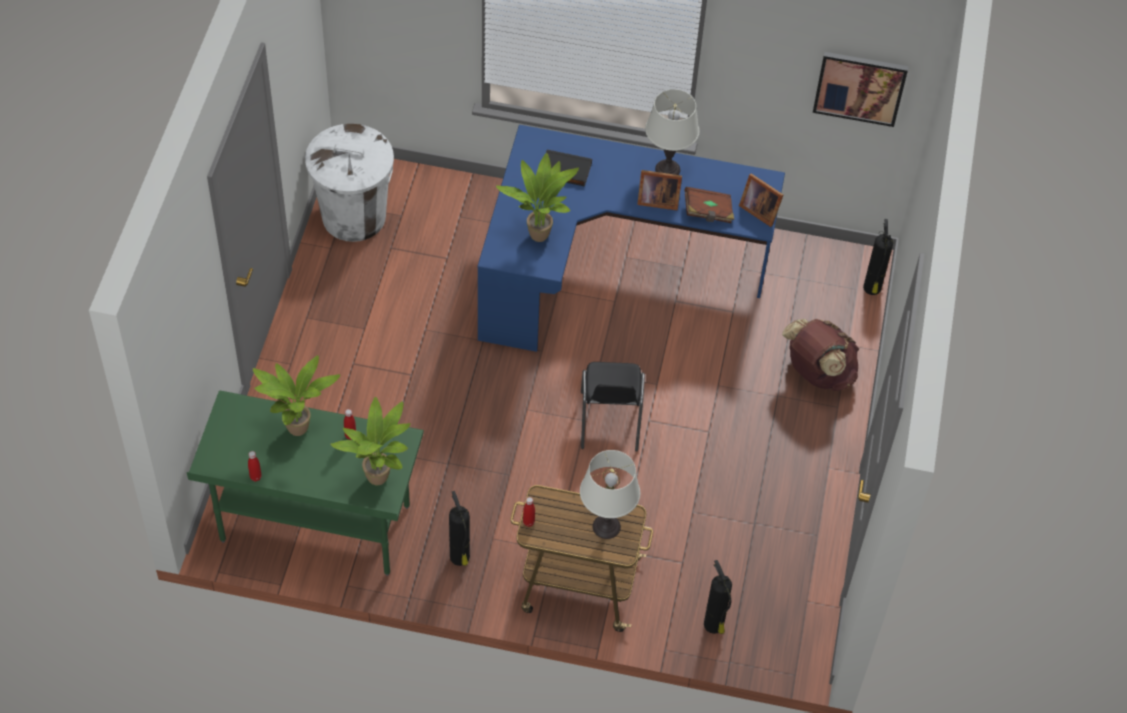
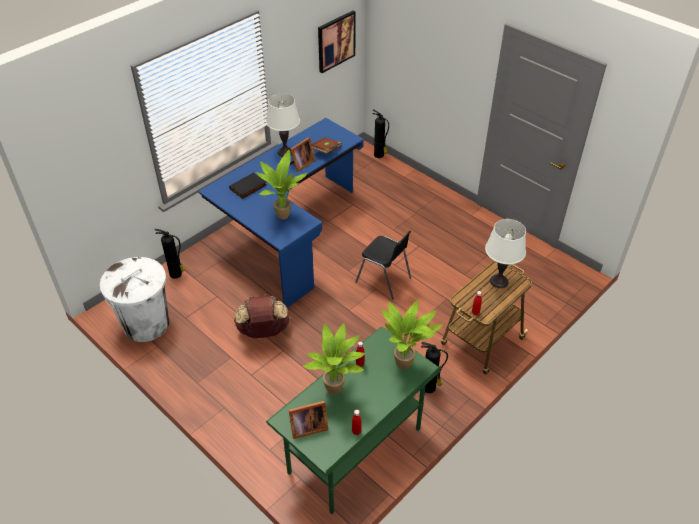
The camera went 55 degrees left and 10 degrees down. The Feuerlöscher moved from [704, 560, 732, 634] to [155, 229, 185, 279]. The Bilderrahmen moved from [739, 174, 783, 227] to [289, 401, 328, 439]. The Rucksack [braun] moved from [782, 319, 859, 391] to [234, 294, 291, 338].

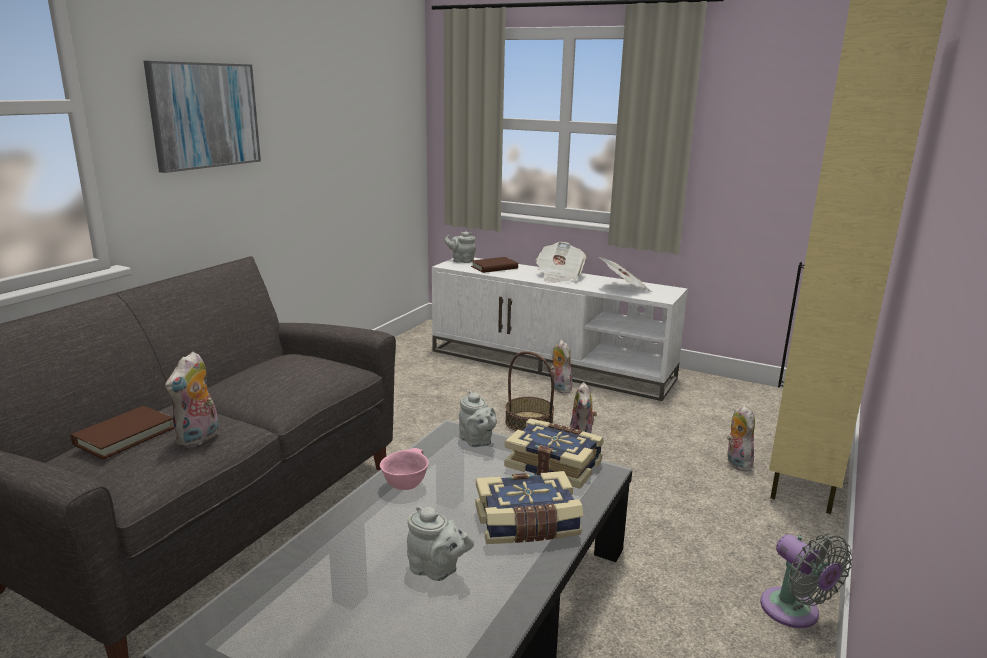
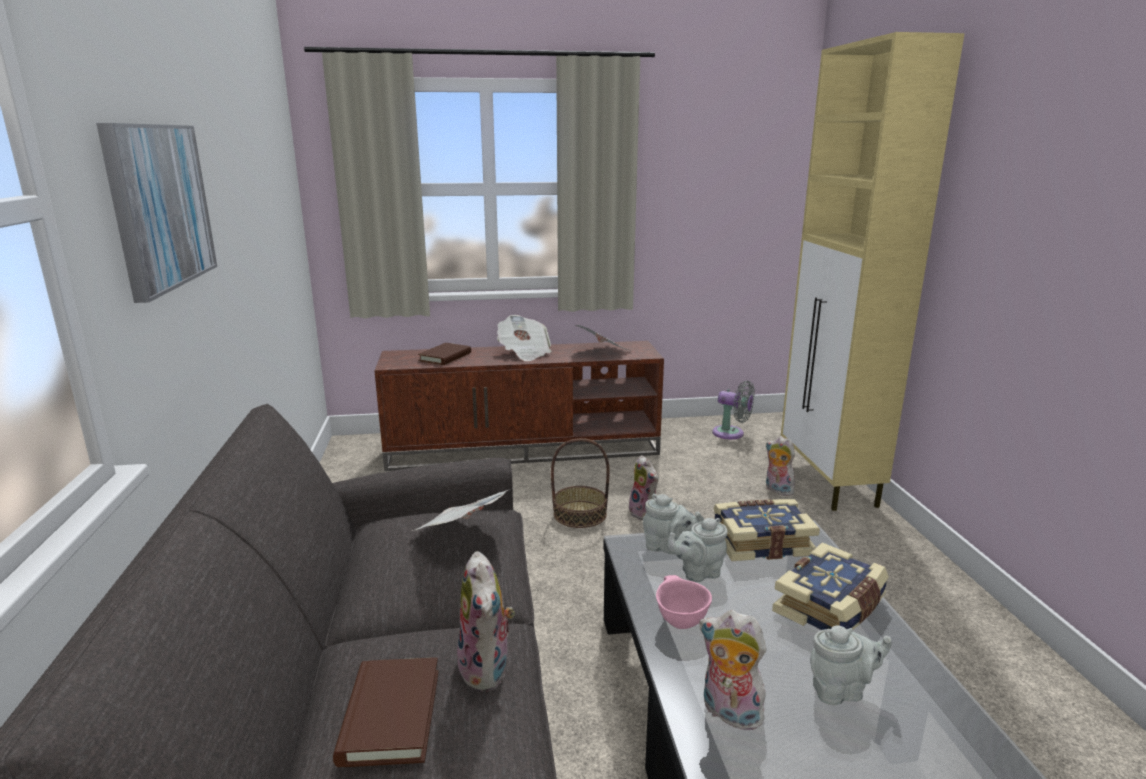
The camera went 35 degrees left and 0 degrees up. The Zeitung at [412, 488, 513, 531] appeared. The Teekanne [grau] moved from [445, 232, 476, 263] to [668, 518, 728, 582]. The Plüschtier moved from [550, 340, 572, 394] to [699, 610, 769, 730]. The Ventilator [grau] moved from [760, 534, 853, 628] to [712, 381, 755, 439]. The Fernsehschrank [weiß] at [432, 258, 688, 401] became the Fernsehschrank [braun] at [374, 341, 664, 471].

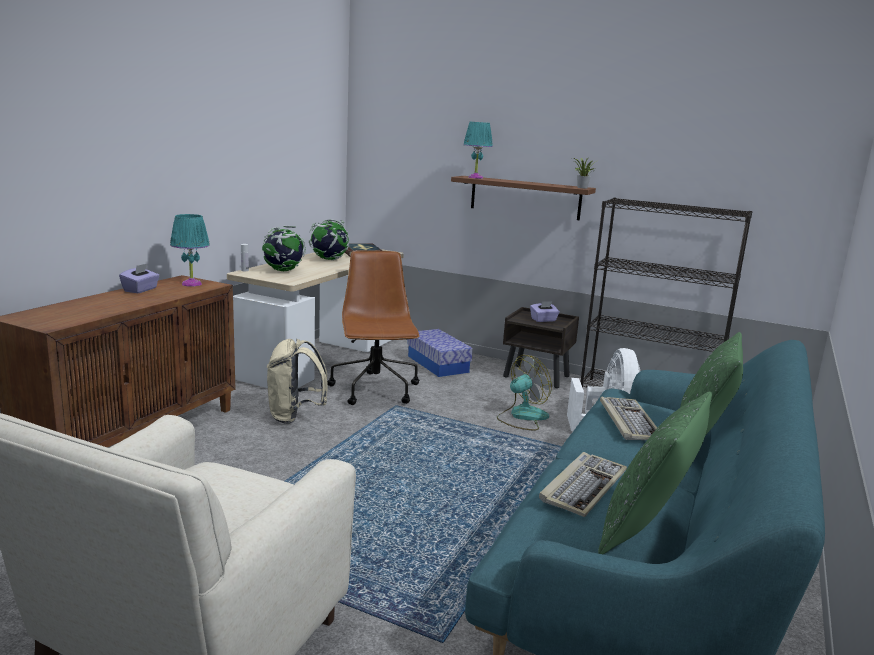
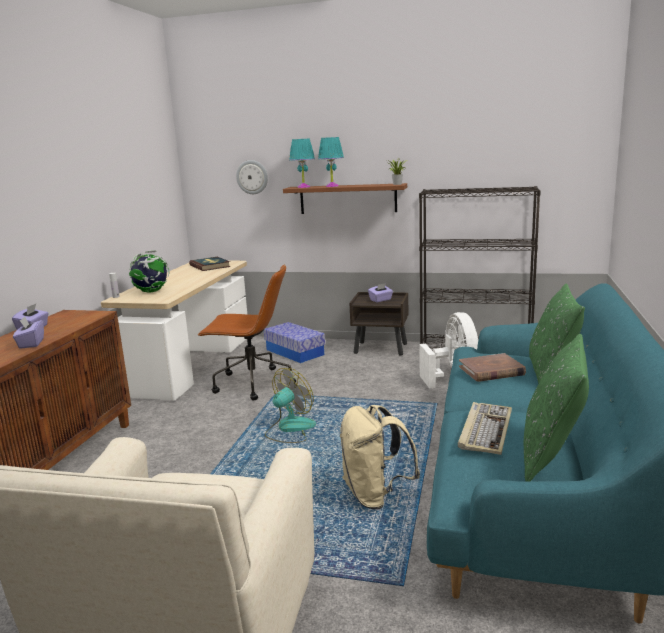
The camera went 10 degrees left and 0 degrees up. The Globus at [308, 219, 349, 260] disappeared. The Taschentuchbox [lila] at [13, 316, 44, 349] appeared. The Wanduhr at [236, 160, 268, 194] appeared. The Tischlampe [türkis] moved from [170, 214, 210, 286] to [318, 137, 344, 187]. The Rucksack [beige] moved from [267, 339, 328, 424] to [340, 405, 420, 509]. The Ventilator moved from [497, 355, 552, 430] to [265, 368, 316, 443]. The Tastatur at [600, 397, 657, 440] was replaced by the Buch [braun] at [459, 353, 526, 382]. The Bürostuhl [braun] at [327, 250, 420, 405] turned 120 degrees clockwise.

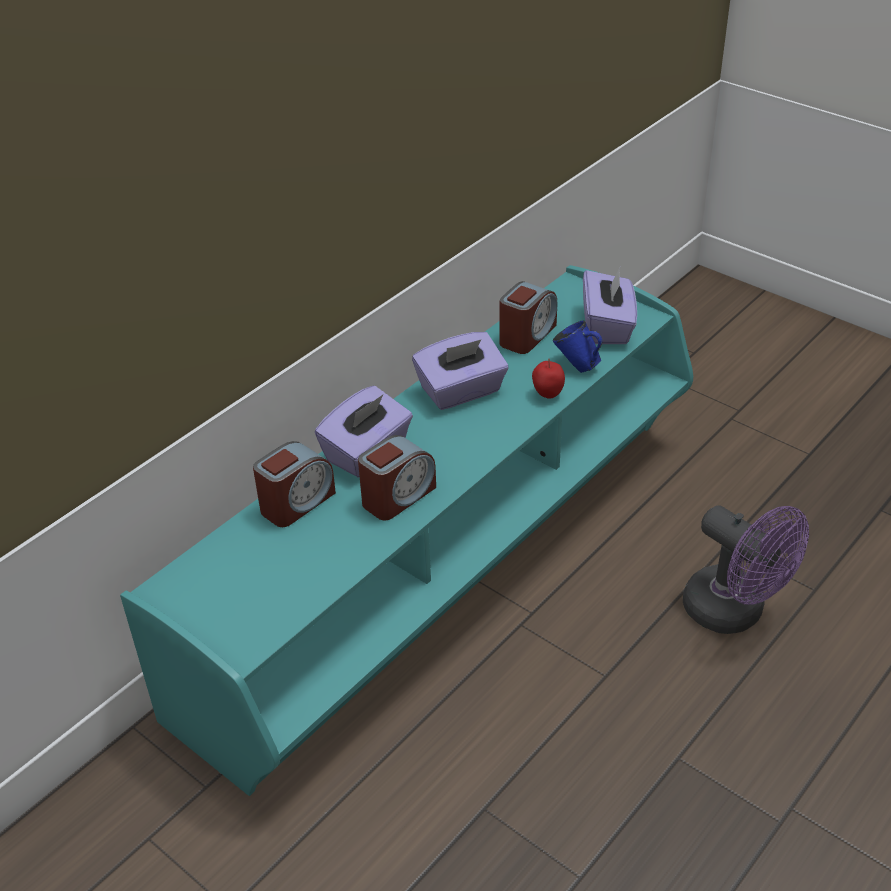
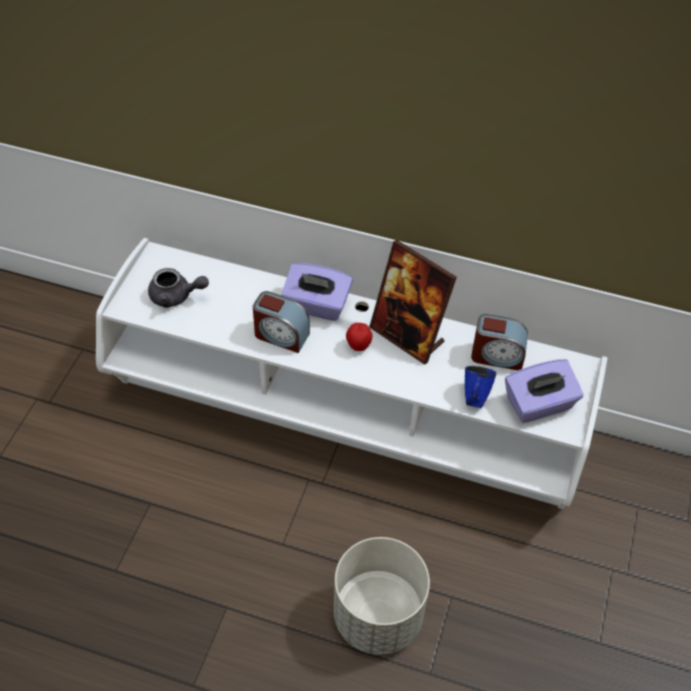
The camera went 65 degrees right and 10 degrees up. The Wecker at [253, 441, 336, 527] disappeared. The Teekanne [grau] at [148, 268, 209, 308] appeared. The Apfel moved from [532, 359, 565, 399] to [346, 323, 372, 351]. The Taschentuchbox [lila] at [412, 332, 508, 410] was replaced by the Bilderrahmen at [369, 240, 457, 365]. The Ventilator [lila] at [683, 505, 809, 634] was replaced by the Pflanzkübel [grau] at [334, 537, 430, 655]. The Fernsehschrank [türkis] at [120, 265, 693, 796] became the Fernsehschrank [weiß] at [96, 238, 608, 509].

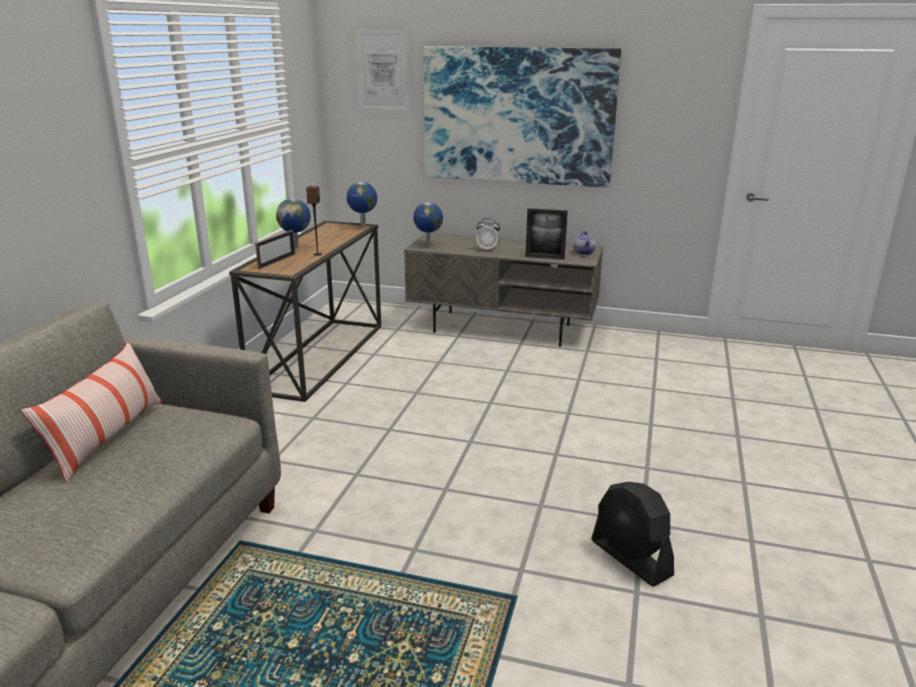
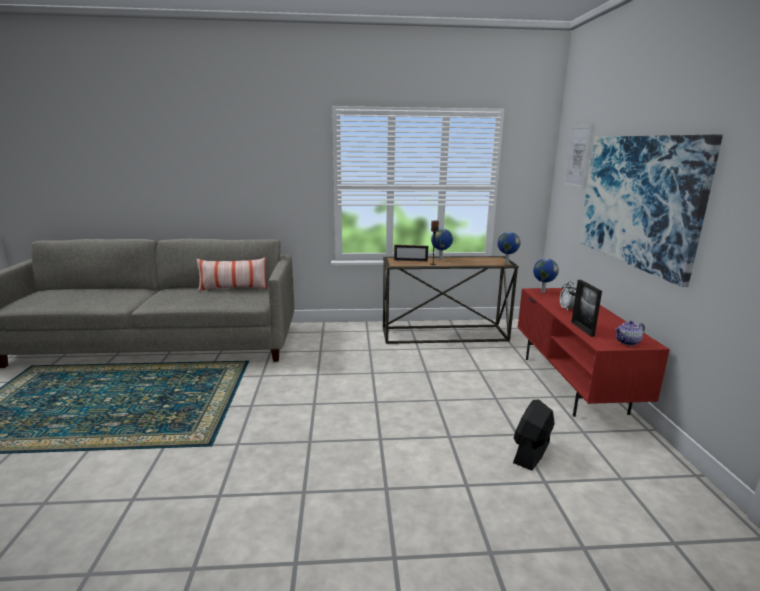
The camera went 70 degrees right and 5 degrees down. The Ventilator [schwarz] moved from [591, 482, 674, 587] to [513, 400, 555, 471]. The Fernsehschrank [grau] at [404, 233, 603, 347] became the Fernsehschrank [rot] at [518, 288, 670, 417].

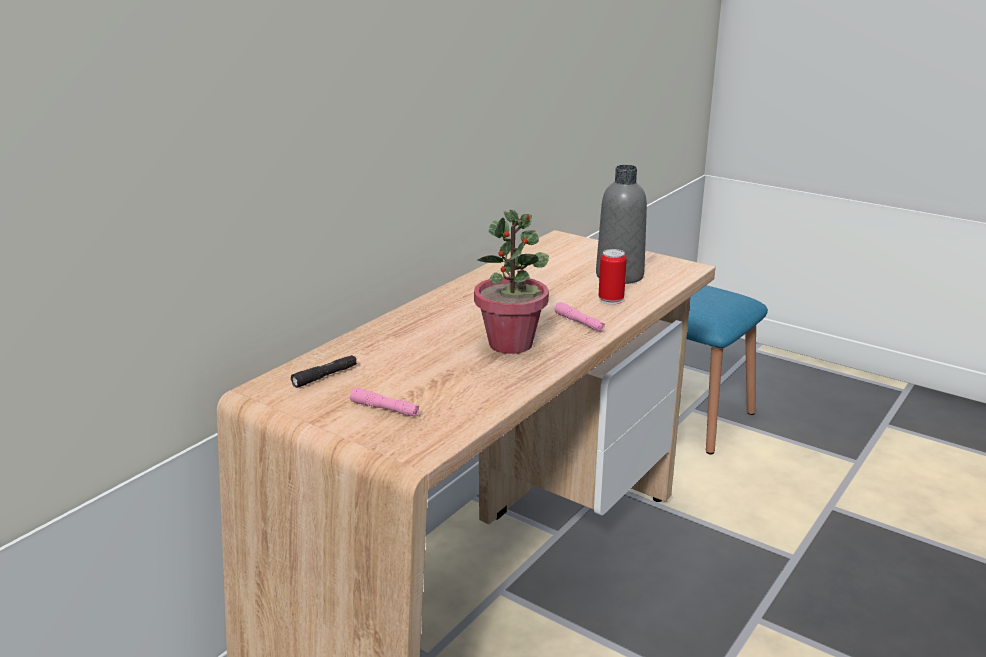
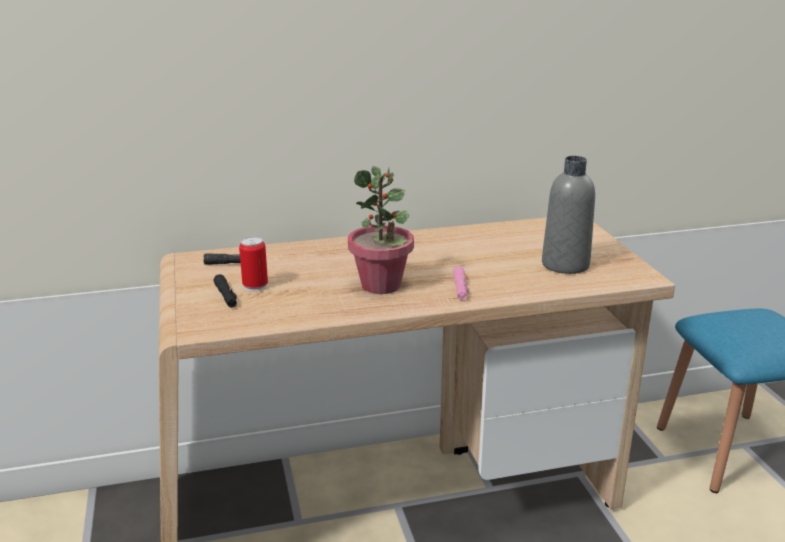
The camera went 40 degrees right and 0 degrees up. The Dose moved from [599, 249, 627, 305] to [239, 237, 268, 292]. The Taschenlampe [rosa] at [350, 388, 419, 417] became the Taschenlampe [schwarz] at [214, 274, 237, 308].

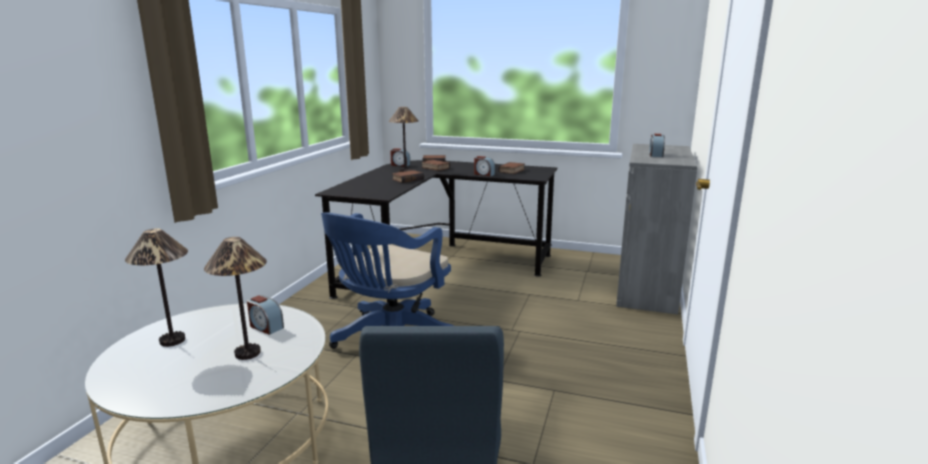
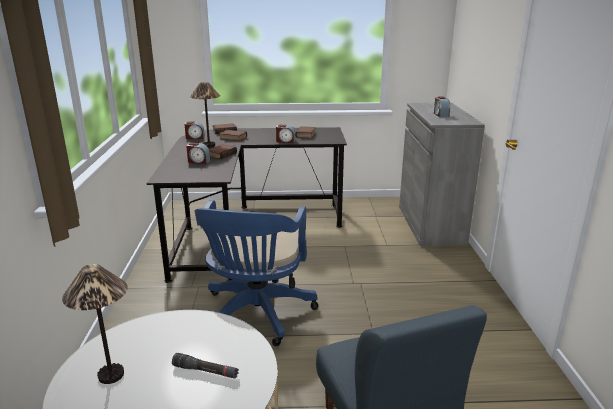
The camera went 20 degrees left and 5 degrees up. The Wecker moved from [247, 295, 284, 335] to [186, 143, 211, 164]. The Tischlampe at [204, 237, 267, 360] was replaced by the Taschenlampe [schwarz] at [172, 353, 239, 379].

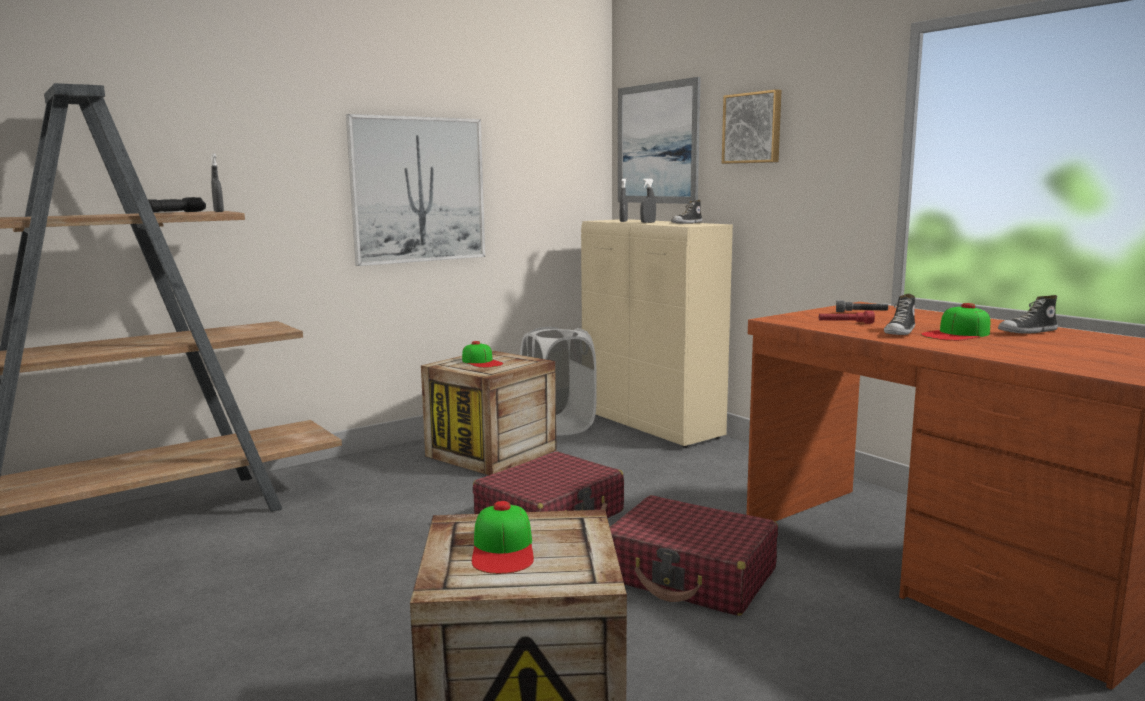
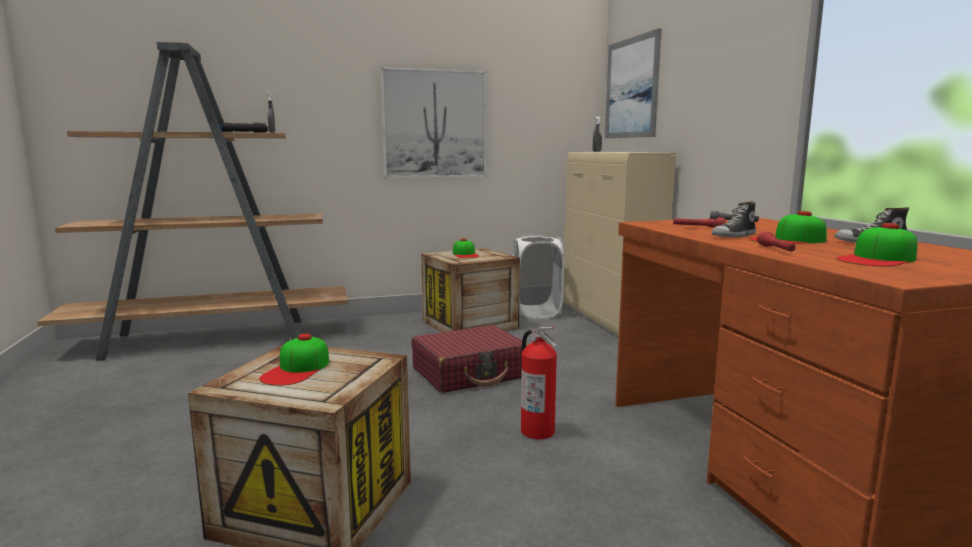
The camera went 20 degrees right and 0 degrees up. The Sprühflasche [grau] at [640, 178, 656, 223] disappeared. The Schuh at [671, 200, 702, 224] disappeared. The Bild at [722, 89, 781, 164] disappeared. The Taschenlampe [rot] at [757, 232, 796, 252] appeared. The Kappe at [836, 223, 917, 266] appeared. The Koffer [rot] at [610, 495, 778, 616] was replaced by the Feuerlöscher at [521, 327, 557, 439].

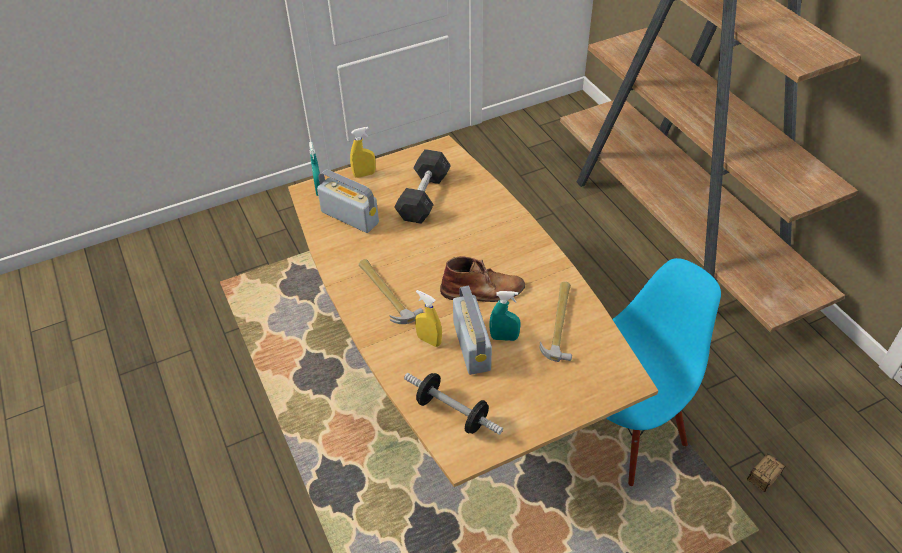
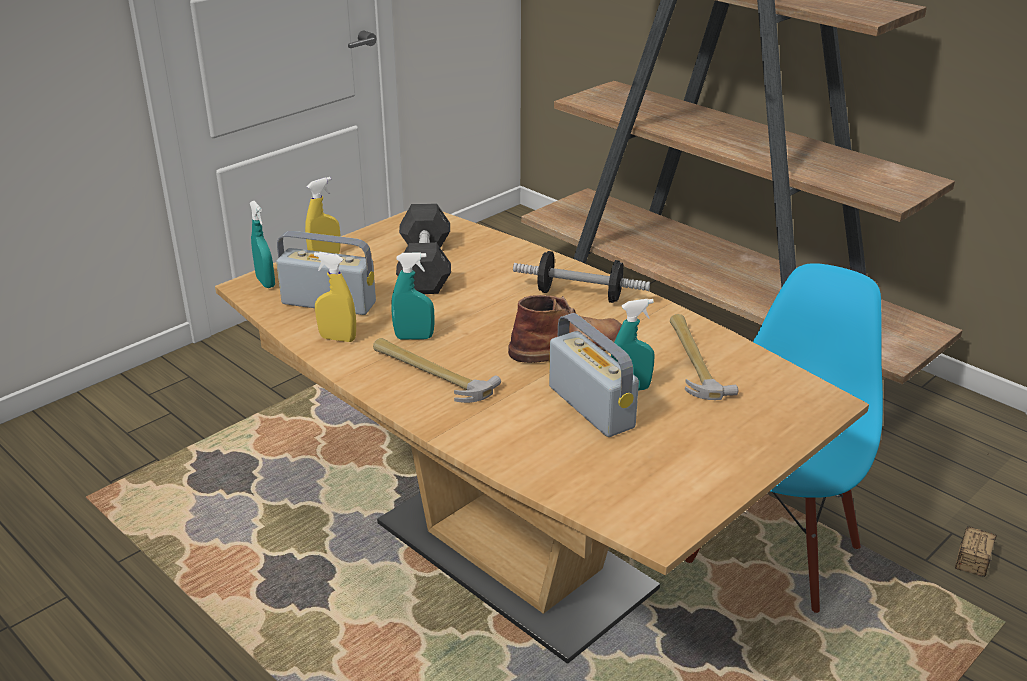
The camera went 20 degrees left and 15 degrees down. The Sprühflasche [türkis] at [391, 252, 434, 339] appeared. The Hantel moved from [404, 373, 503, 435] to [513, 251, 650, 303]. The Sprühflasche [gelb] moved from [415, 290, 442, 347] to [314, 252, 356, 342].

